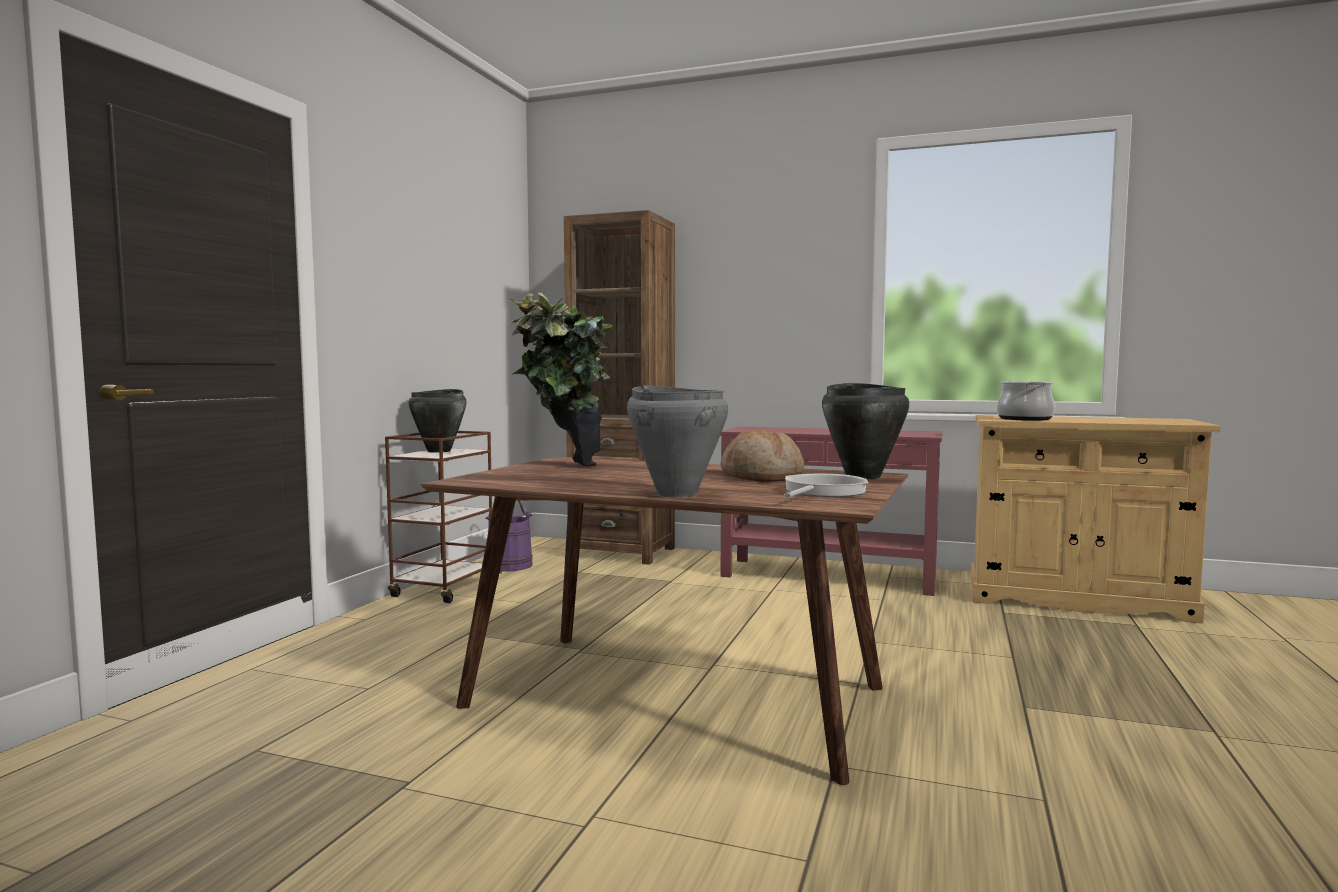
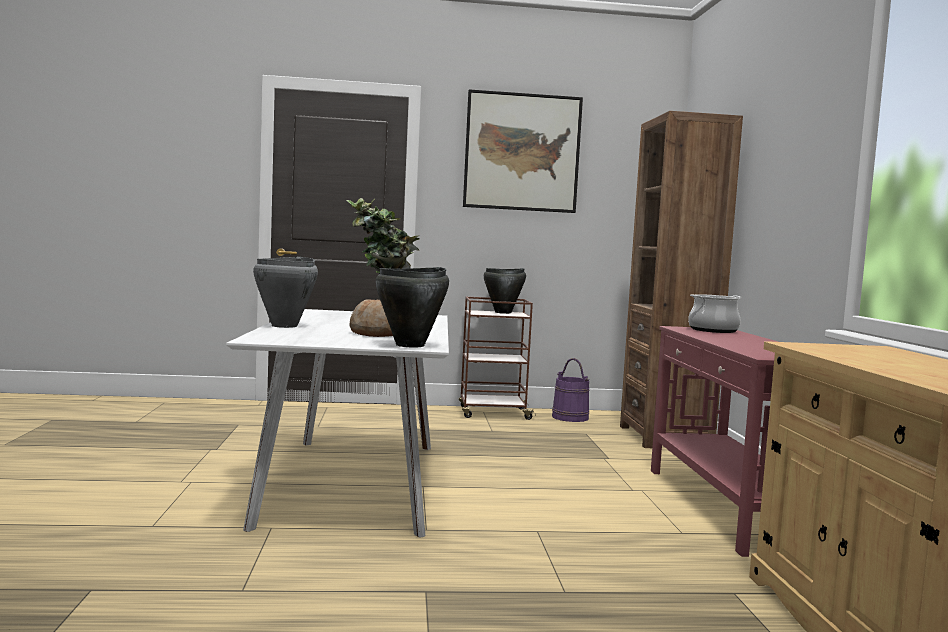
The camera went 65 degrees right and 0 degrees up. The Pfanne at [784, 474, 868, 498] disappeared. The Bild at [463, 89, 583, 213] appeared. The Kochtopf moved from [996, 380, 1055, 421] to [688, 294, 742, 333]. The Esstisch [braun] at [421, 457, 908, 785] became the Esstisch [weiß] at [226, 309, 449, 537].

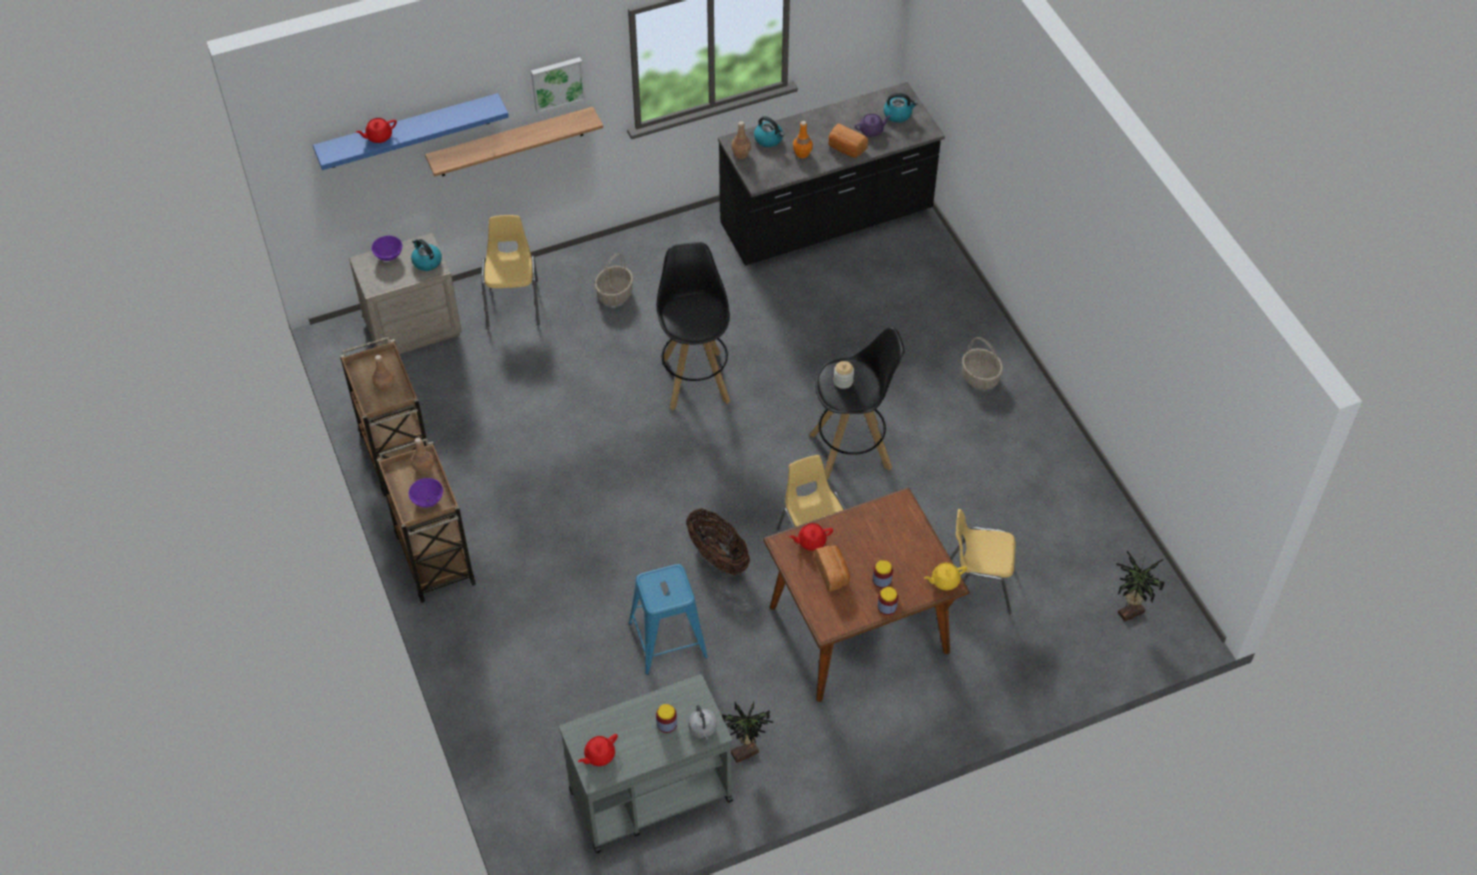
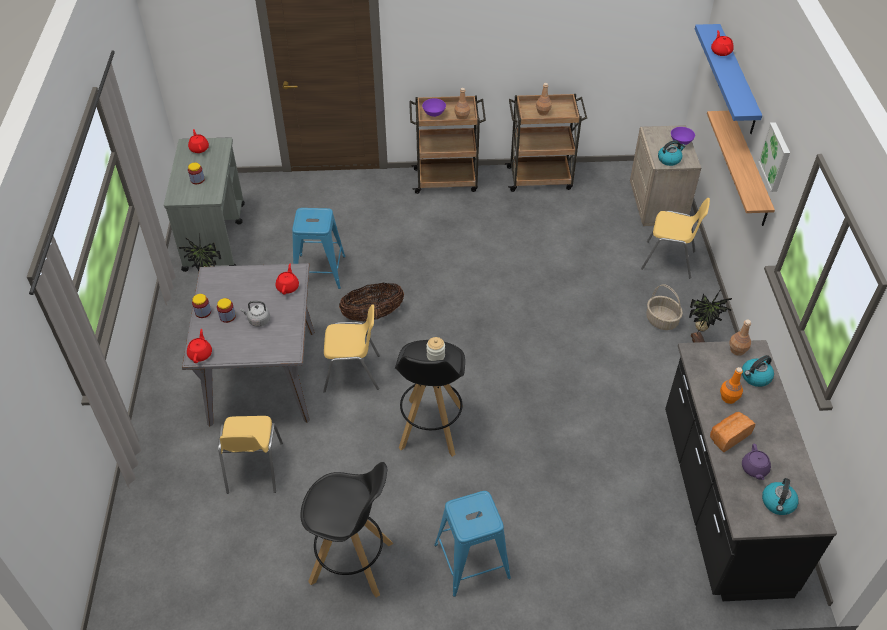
The camera went 110 degrees right and 5 degrees down. The Brot at [815, 545, 850, 592] disappeared. The Hocker [schwarz] moved from [657, 242, 730, 410] to [301, 462, 393, 597]. The Wasserkessel [grau] moved from [688, 705, 717, 740] to [240, 301, 270, 327]. The Topfpflanze moved from [1116, 551, 1165, 622] to [689, 289, 732, 343]. The Korb at [962, 337, 1003, 390] was replaced by the Hocker [blau] at [434, 491, 511, 597]. The Esstisch [braun] at [763, 487, 970, 702] became the Esstisch [grau] at [182, 263, 315, 427]. The Teekanne [gelb] at [924, 562, 967, 590] became the Teekanne [rot] at [187, 329, 212, 363]. The Stuhl [gelb] at [950, 509, 1016, 614] turned 150 degrees clockwise.

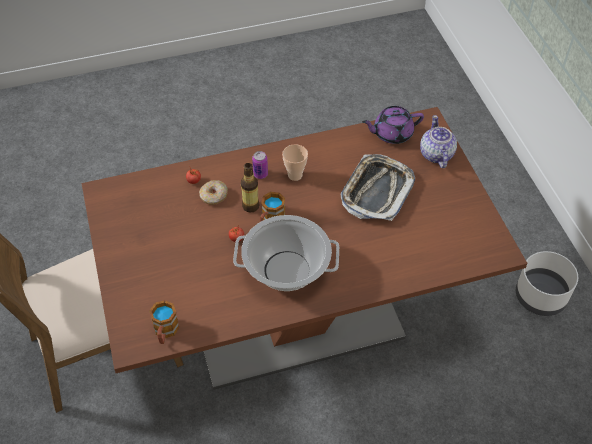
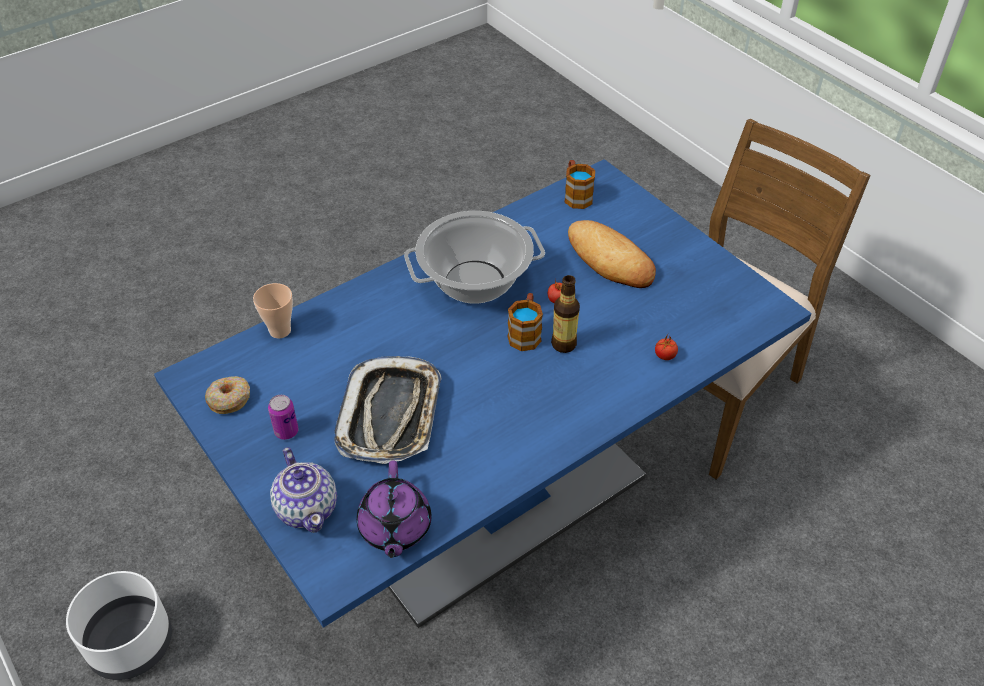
The camera went 160 degrees right and 5 degrees down. The Brot at [568, 220, 656, 288] appeared. The Donut moved from [199, 180, 228, 205] to [205, 376, 250, 414]. The Dose moved from [252, 151, 268, 179] to [268, 395, 299, 440]. The Tasse moved from [282, 144, 308, 181] to [253, 283, 293, 338]. The Esstisch [braun] at [82, 107, 528, 390] became the Esstisch [blau] at [154, 159, 812, 628]. The Teekanne [lila] at [362, 106, 424, 144] turned 120 degrees clockwise.

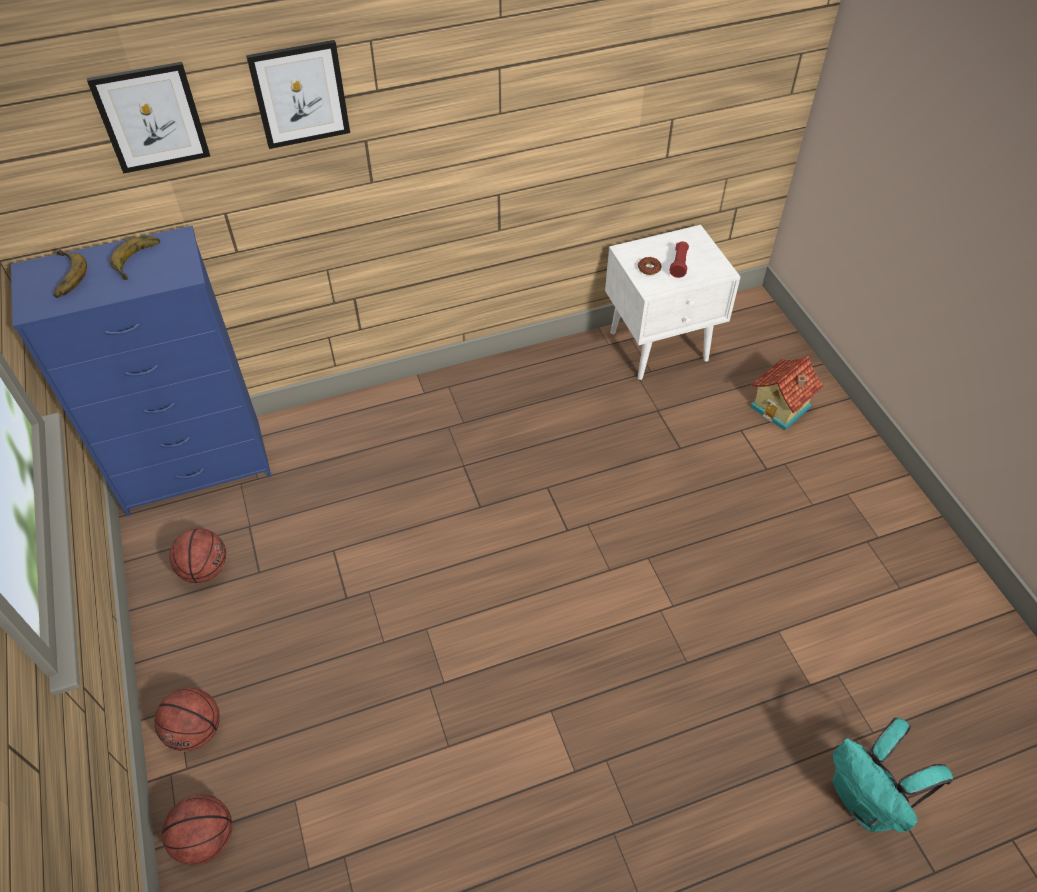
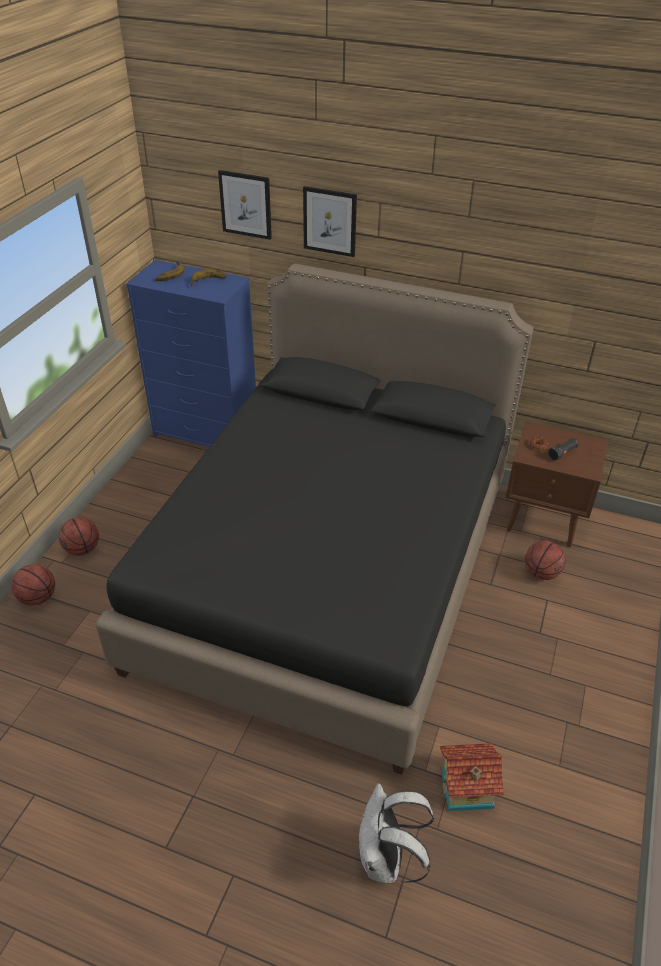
The camera went 40 degrees right and 10 degrees down. The Bett [schwarz] at [96, 263, 533, 775] appeared. The Basketball moved from [169, 528, 226, 583] to [525, 541, 566, 580]. The Spielzeughaus moved from [750, 356, 824, 431] to [440, 743, 504, 811]. The Nachttisch [weiß] at [605, 225, 740, 380] became the Nachttisch [braun] at [505, 421, 608, 548]. The Taschenlampe [rot] at [669, 241, 689, 278] became the Taschenlampe [schwarz] at [548, 438, 579, 461]. The Rucksack [türkis] at [833, 717, 953, 832] became the Rucksack [weiß] at [359, 783, 434, 883].

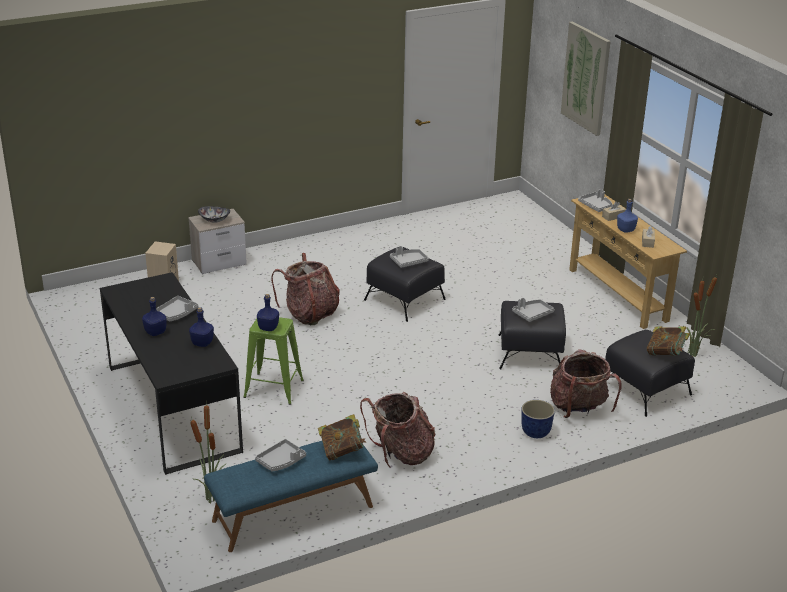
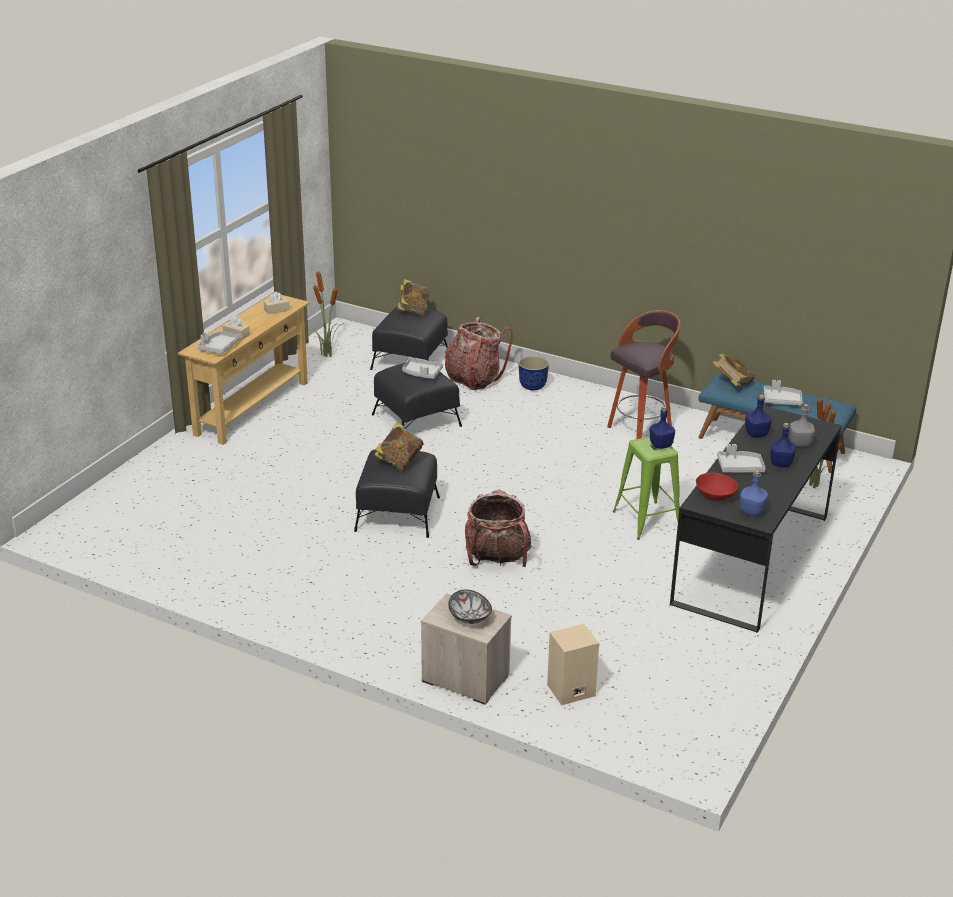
The camera went 125 degrees left and 0 degrees up. The Bild at [561, 21, 611, 136] disappeared. The Schüssel [rot] at [696, 473, 738, 501] appeared. The Flasche [grau] at [789, 404, 815, 447] appeared. The Flasche [blau] moved from [617, 199, 638, 233] to [740, 470, 768, 516]. The Rucksack at [360, 392, 435, 468] was replaced by the Hocker at [607, 310, 680, 439]. The Tablett [grau] at [390, 246, 429, 268] was replaced by the Buch at [374, 422, 424, 471].

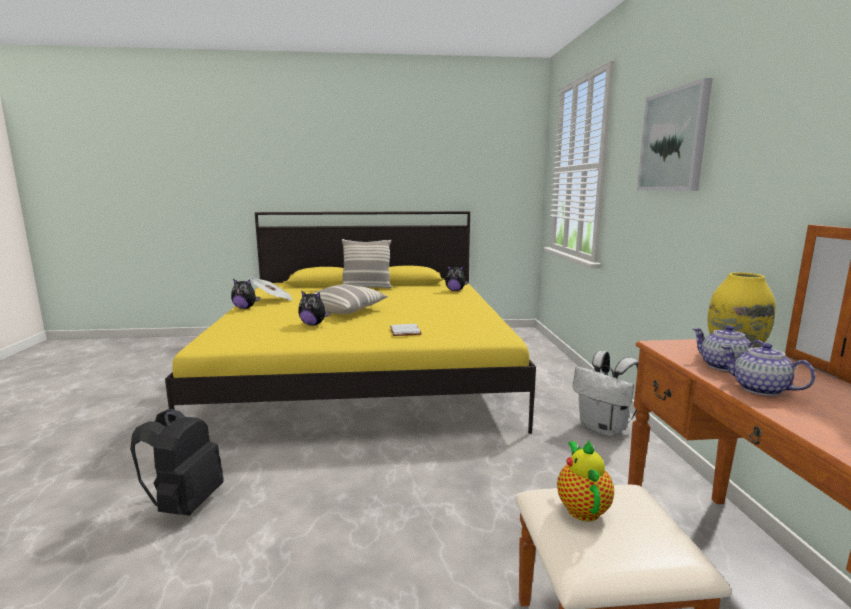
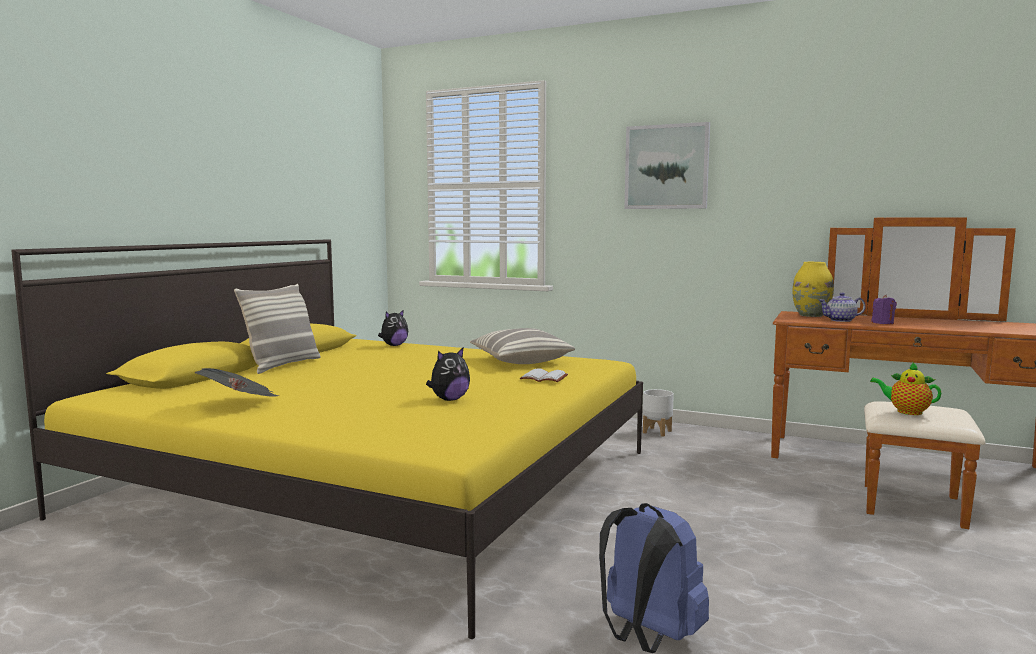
The camera went 60 degrees left and 5 degrees down. The Plüschtier at [231, 279, 260, 309] disappeared. The Kissen moved from [300, 284, 389, 314] to [470, 328, 575, 364]. The Rucksack [weiß] at [573, 351, 638, 437] was replaced by the Pflanzkübel [weiß] at [643, 389, 674, 436]. The Teekanne at [721, 343, 815, 396] was replaced by the Kerze [lila] at [871, 295, 897, 324]. The Rucksack [schwarz] at [130, 409, 224, 516] became the Rucksack [blau] at [599, 503, 709, 653].

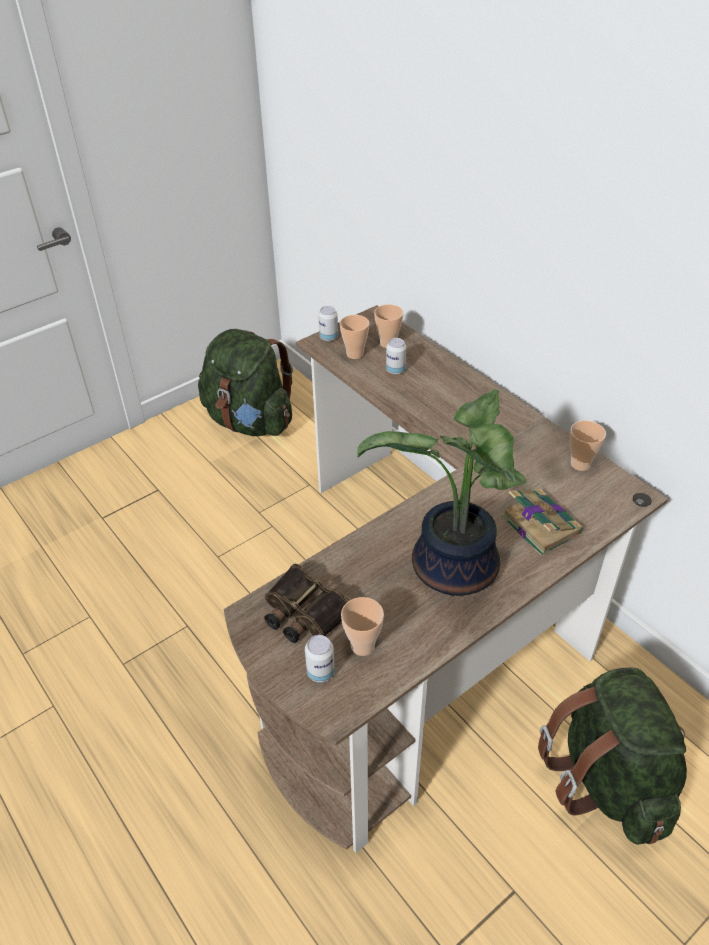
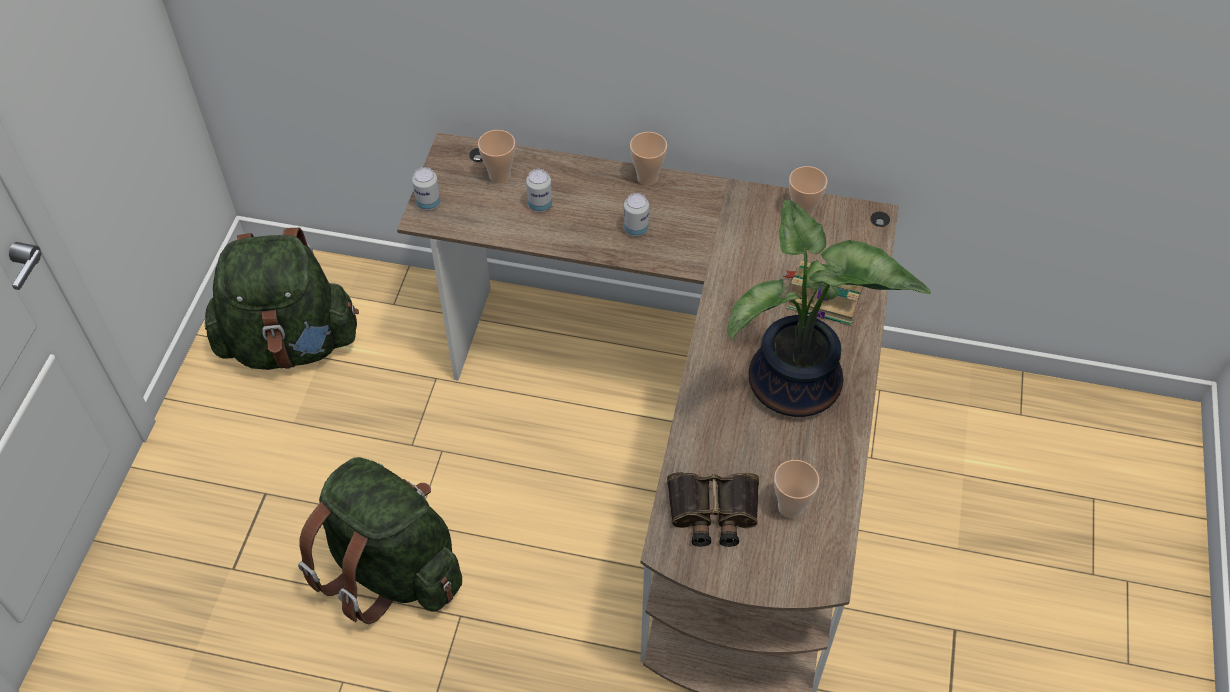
The camera went 40 degrees left and 10 degrees up. The Dose moved from [305, 635, 335, 682] to [624, 193, 649, 237]. The Tasse moved from [340, 315, 369, 359] to [630, 132, 667, 186]. The Rucksack [grün] moved from [538, 668, 687, 845] to [298, 457, 462, 624].

